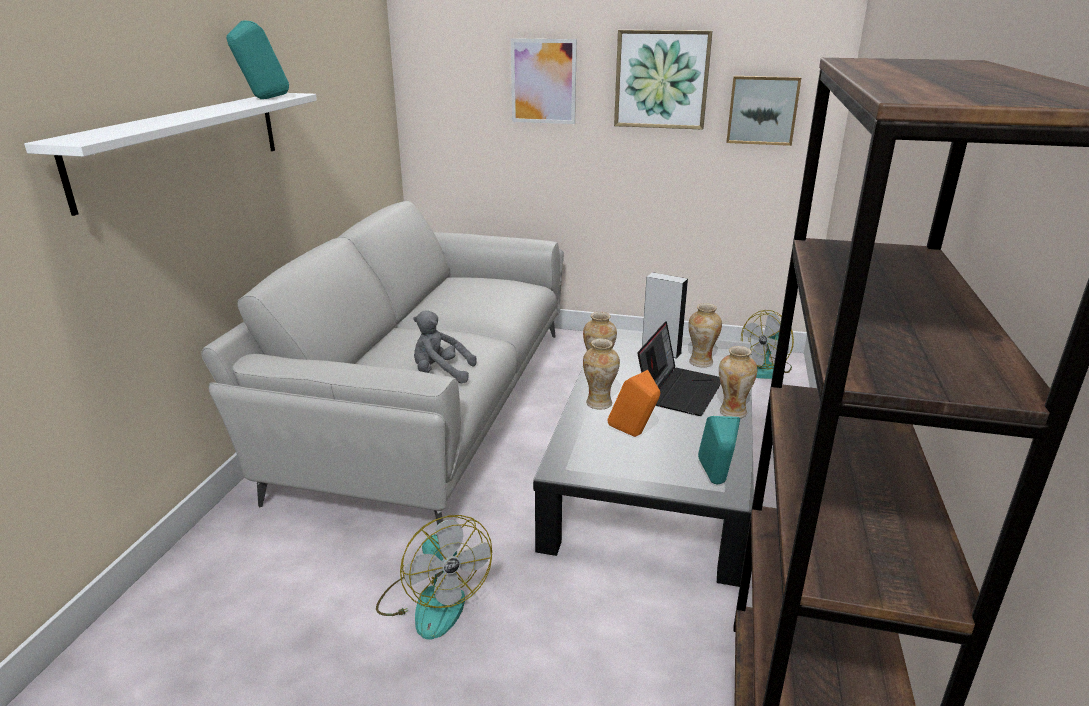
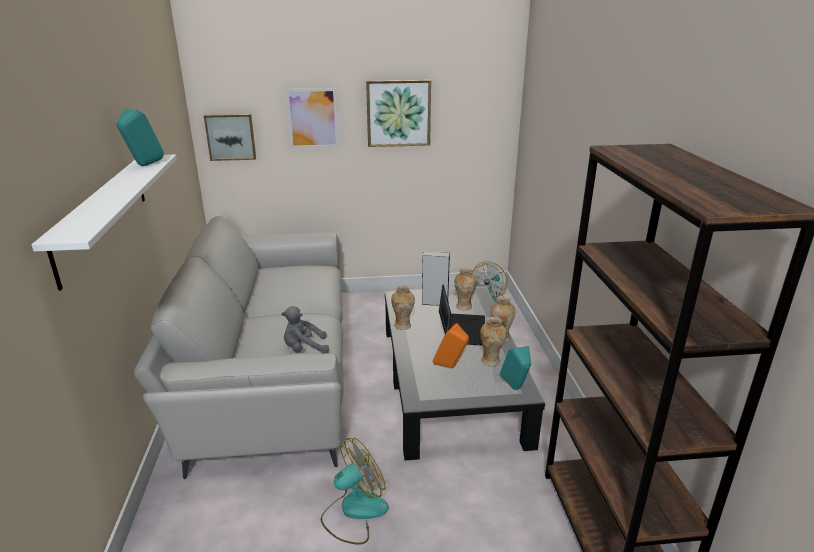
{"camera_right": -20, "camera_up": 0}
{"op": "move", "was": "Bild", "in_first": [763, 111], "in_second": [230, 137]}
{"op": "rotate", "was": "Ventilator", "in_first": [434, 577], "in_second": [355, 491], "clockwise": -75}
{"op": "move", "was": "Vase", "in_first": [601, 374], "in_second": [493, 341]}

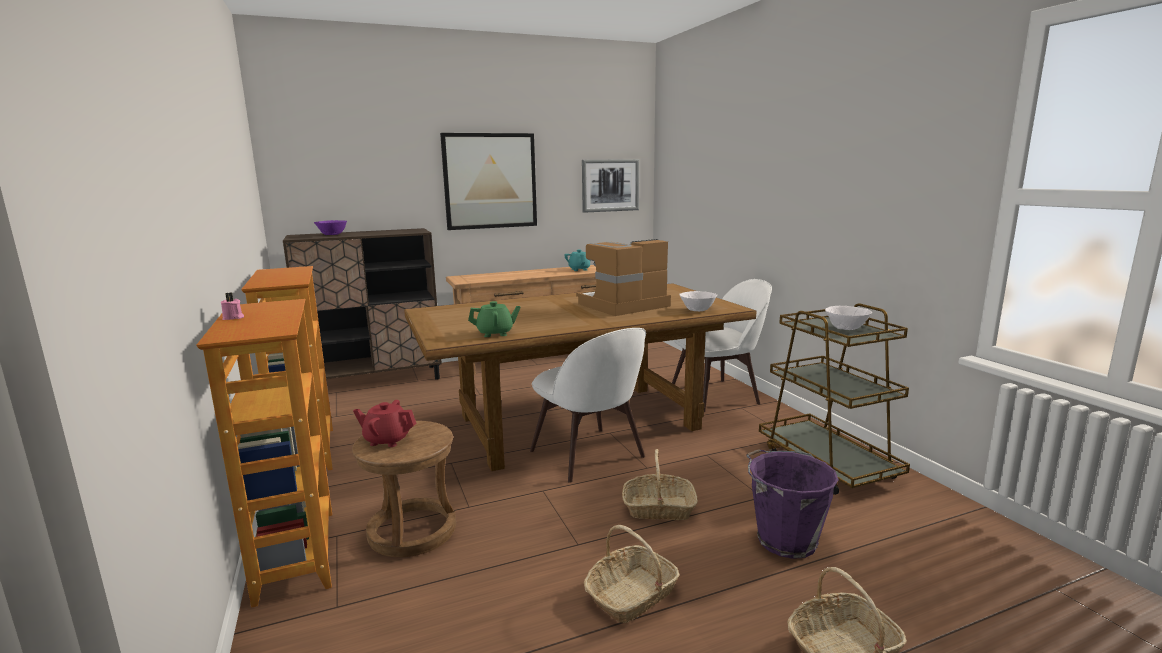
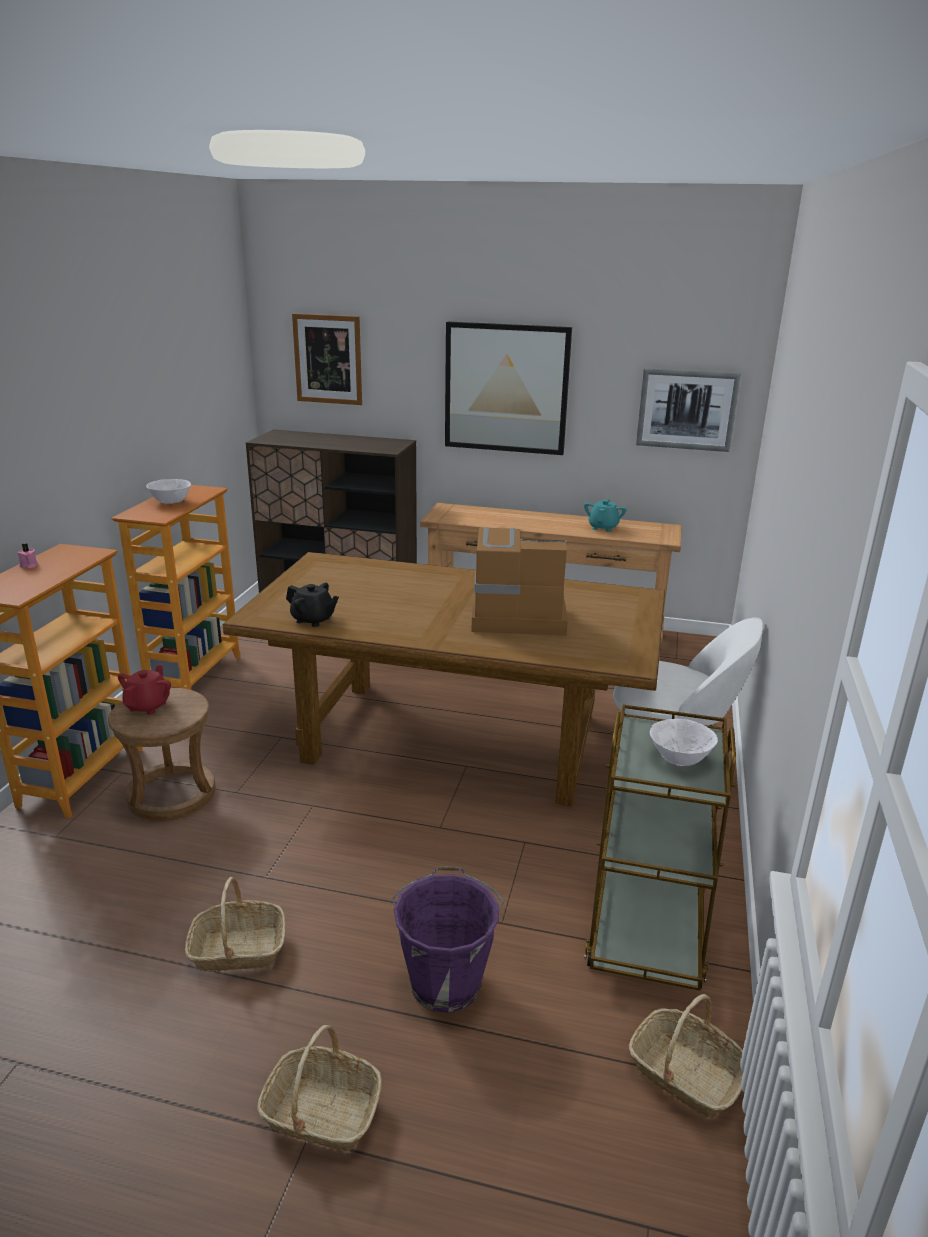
{"camera_right": 35, "camera_up": 10}
{"op": "rotate", "was": "Teekanne [rot]", "in_first": [385, 423], "in_second": [144, 689], "clockwise": 60}
{"op": "move", "was": "Schüssel [weiß]", "in_first": [698, 301], "in_second": [168, 491]}
{"op": "recolor", "was": "Teekanne [grün]", "now": "Teekanne [schwarz]", "in_first": [494, 319], "in_second": [312, 604]}
{"op": "insert", "now": "Bild", "in_second": [327, 359]}
{"op": "move", "was": "Korb", "in_first": [660, 484], "in_second": [686, 1056]}
{"op": "delete", "was": "Schüssel [lila]", "in_first": [330, 227]}
{"op": "delete", "was": "Stuhl [weiß]", "in_first": [588, 405]}

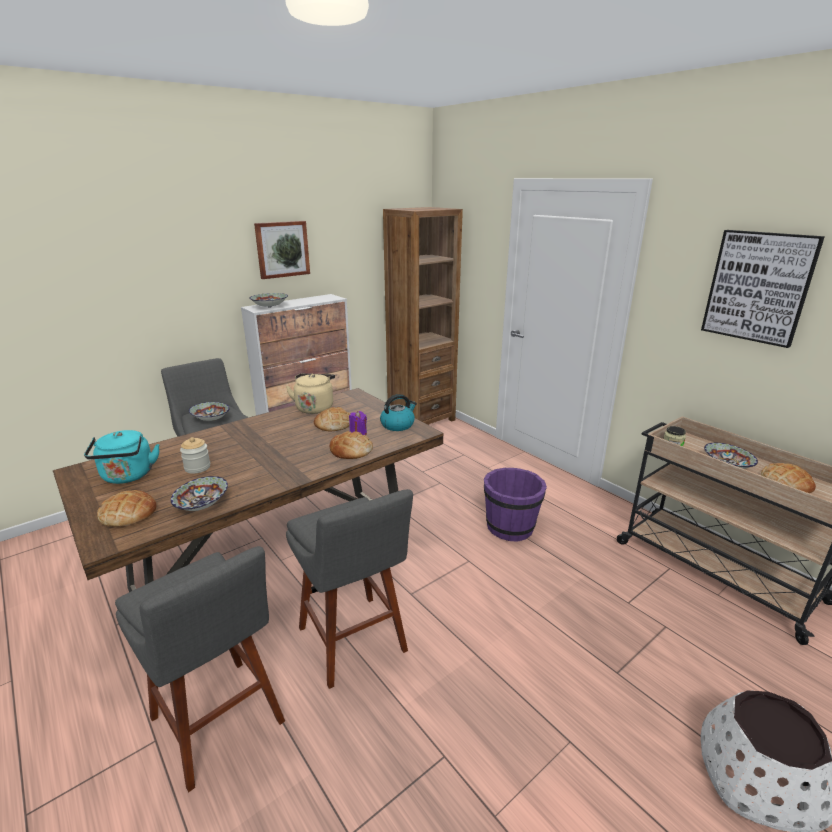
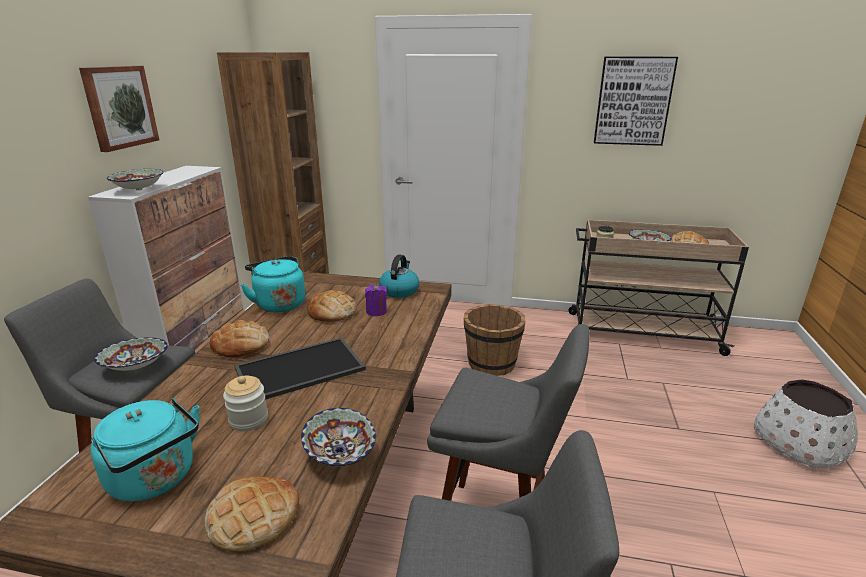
{"camera_right": -40, "camera_up": 0}
{"op": "move", "was": "Brot", "in_first": [351, 445], "in_second": [239, 338]}
{"op": "insert", "now": "Tablett", "in_second": [300, 368]}
{"op": "recolor", "was": "Wasserkessel [beige]", "now": "Wasserkessel [türkis]", "in_first": [310, 393], "in_second": [273, 284]}
{"op": "recolor", "was": "Eimer [lila]", "now": "Eimer [braun]", "in_first": [515, 505], "in_second": [495, 340]}

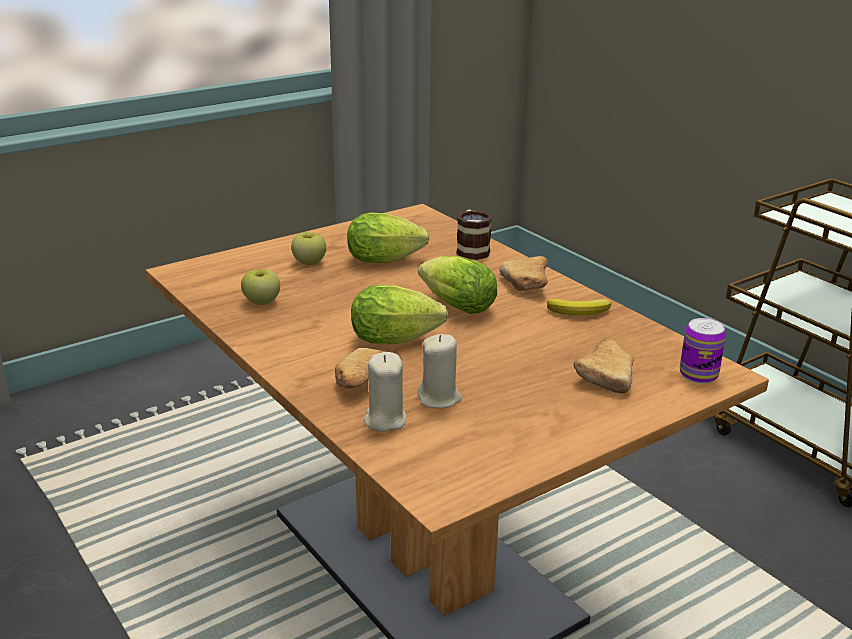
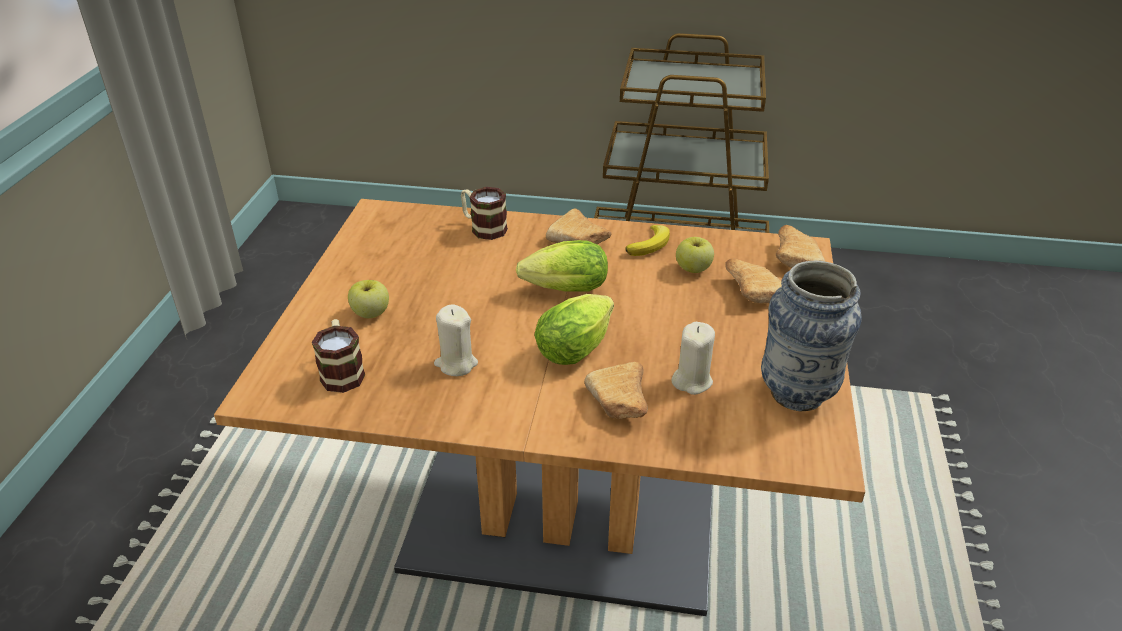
{"camera_right": -45, "camera_up": 10}
{"op": "insert", "now": "Henkelbecher", "in_second": [338, 356]}
{"op": "move", "was": "Kerze [beige]", "in_first": [385, 392], "in_second": [456, 340]}
{"op": "move", "was": "Apfel", "in_first": [260, 287], "in_second": [695, 255]}
{"op": "insert", "now": "Vase", "in_second": [811, 336]}
{"op": "replace", "was": "Dose", "now": "Brot", "in_first": [703, 351], "in_second": [800, 246]}
{"op": "delete", "was": "Salatkopf", "in_first": [388, 238]}

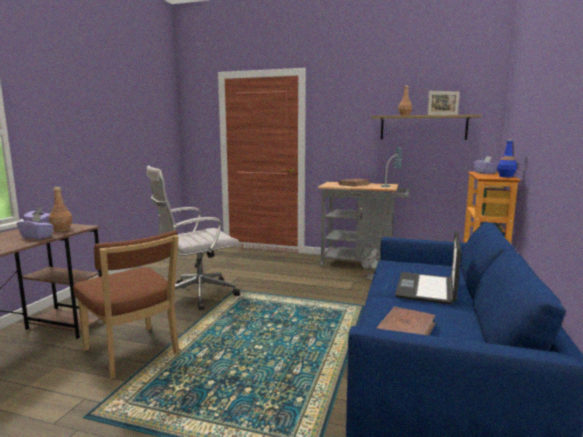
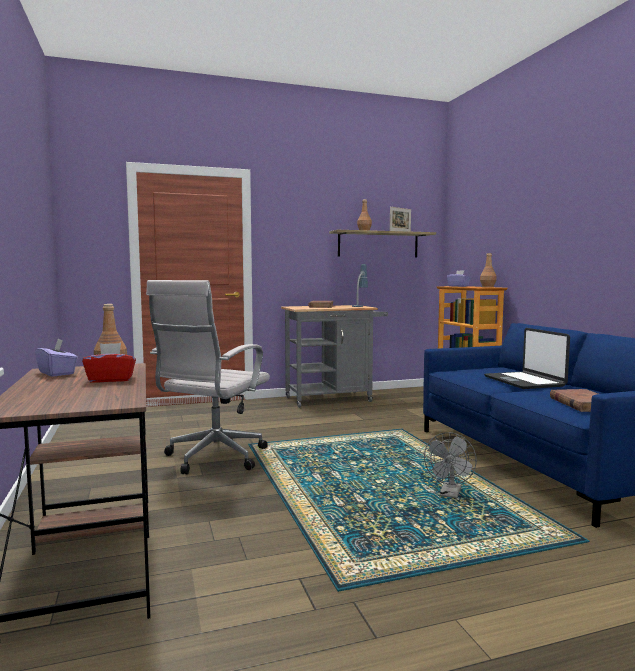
{"camera_right": -35, "camera_up": -5}
{"op": "recolor", "was": "Taschentuchbox [lila]", "now": "Taschentuchbox [rot]", "in_first": [35, 227], "in_second": [109, 363]}
{"op": "move", "was": "Ventilator [grau]", "in_first": [370, 263], "in_second": [450, 465]}
{"op": "recolor", "was": "Flasche [blau]", "now": "Flasche [braun]", "in_first": [507, 158], "in_second": [488, 270]}
{"op": "delete", "was": "Stuhl [braun]", "in_first": [126, 304]}

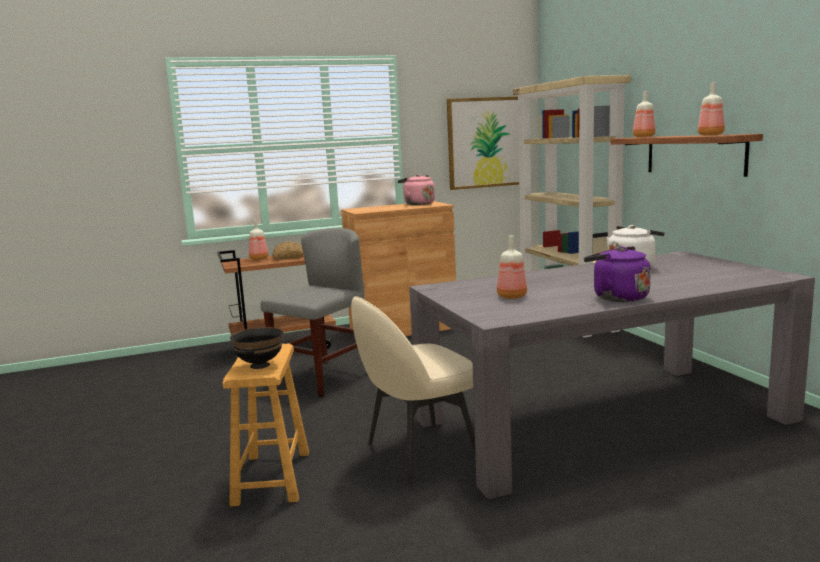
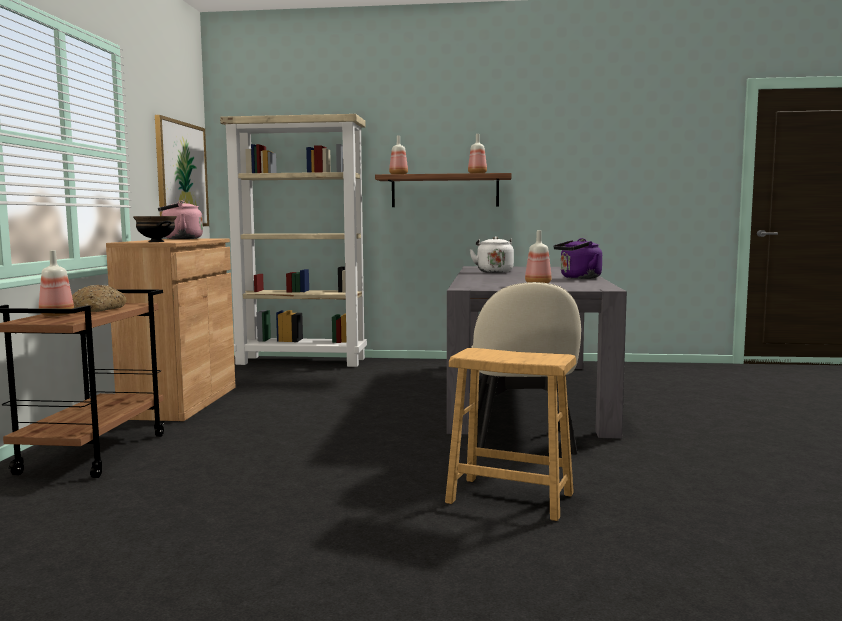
{"camera_right": -65, "camera_up": -5}
{"op": "move", "was": "Schüssel [schwarz]", "in_first": [256, 348], "in_second": [155, 229]}
{"op": "delete", "was": "Stuhl [grau]", "in_first": [312, 313]}

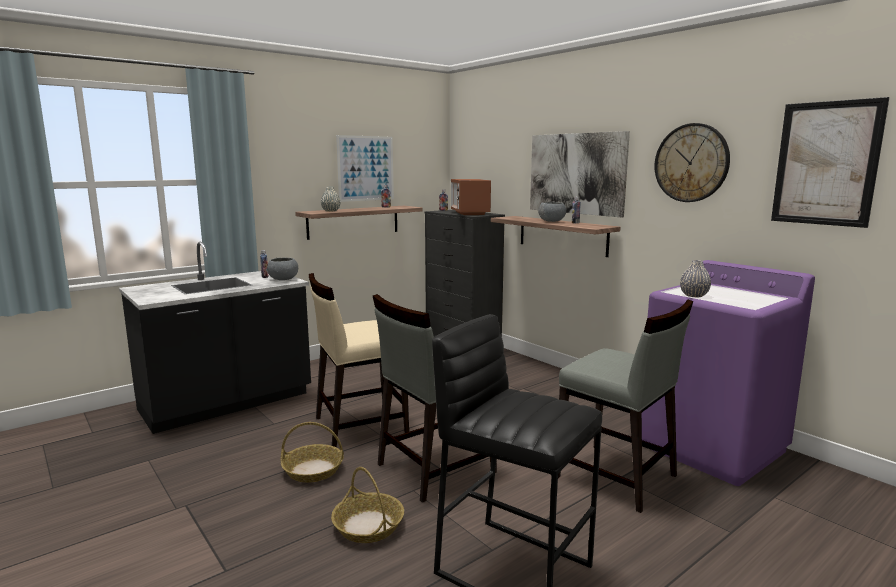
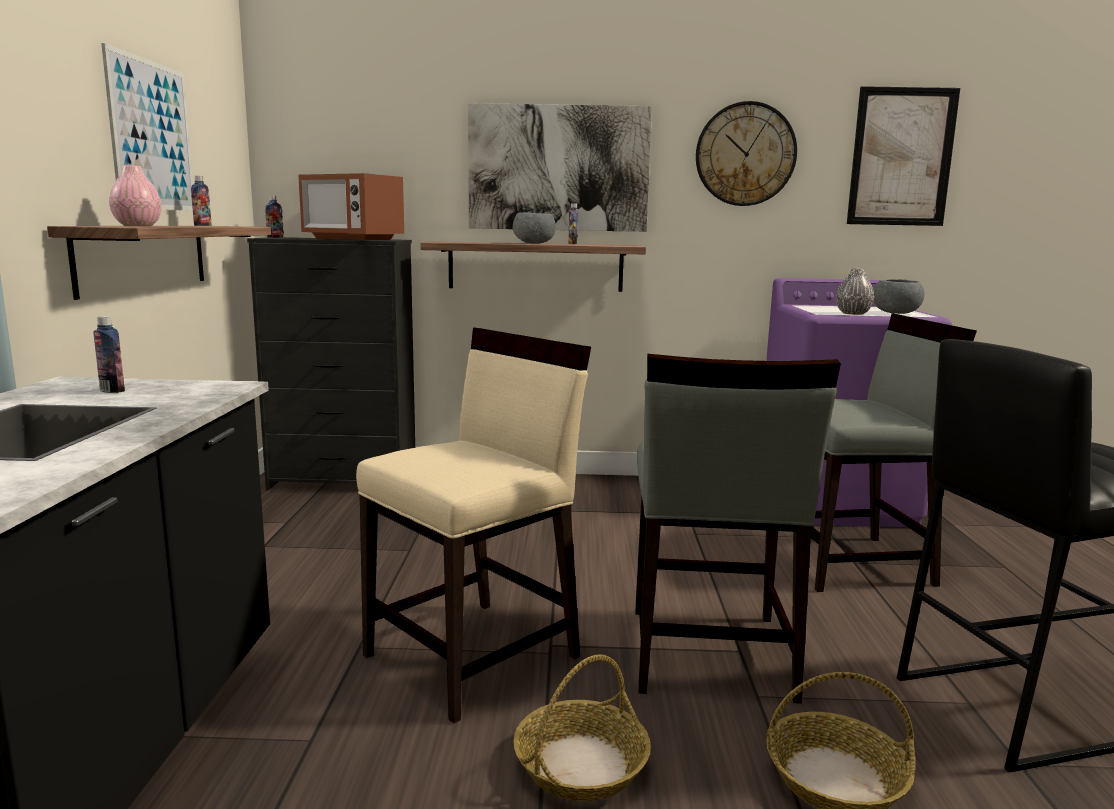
{"camera_right": -50, "camera_up": 0}
{"op": "recolor", "was": "Vase [grau]", "now": "Vase [rosa]", "in_first": [330, 199], "in_second": [135, 195]}
{"op": "rotate", "was": "Stuhl [beige]", "in_first": [359, 360], "in_second": [473, 526], "clockwise": -150}
{"op": "move", "was": "Schüssel [grau]", "in_first": [282, 269], "in_second": [898, 296]}

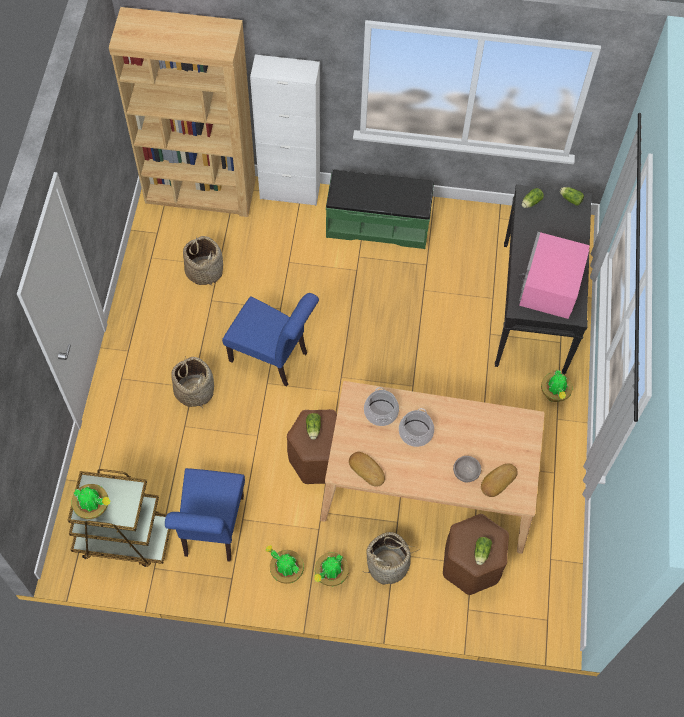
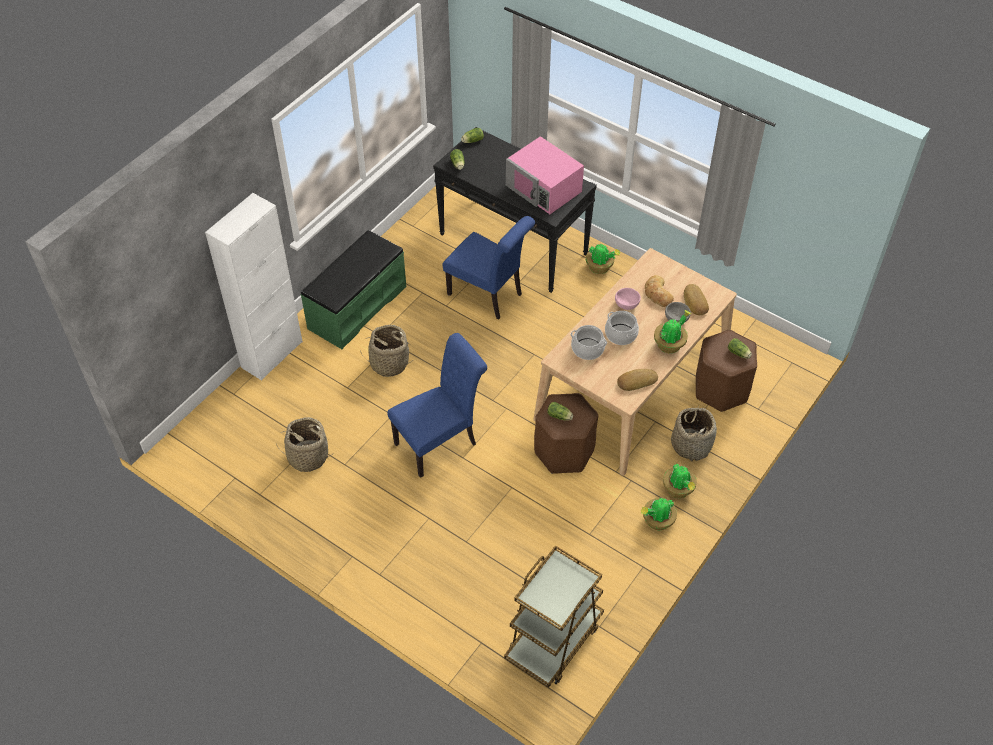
{"camera_right": -60, "camera_up": -10}
{"op": "move", "was": "Korb", "in_first": [192, 382], "in_second": [387, 351]}
{"op": "move", "was": "Stuhl [blau]", "in_first": [205, 515], "in_second": [489, 268]}
{"op": "insert", "now": "Schüssel [rosa]", "in_second": [628, 299]}
{"op": "insert", "now": "Brot", "in_second": [659, 291]}
{"op": "move", "was": "Topfpflanze", "in_first": [91, 501], "in_second": [672, 331]}
{"op": "delete", "was": "Bücherregal [braun]", "in_first": [182, 112]}

